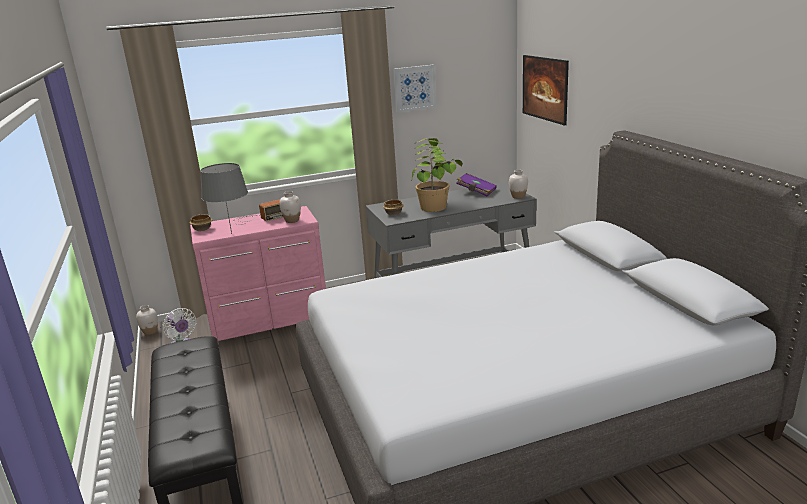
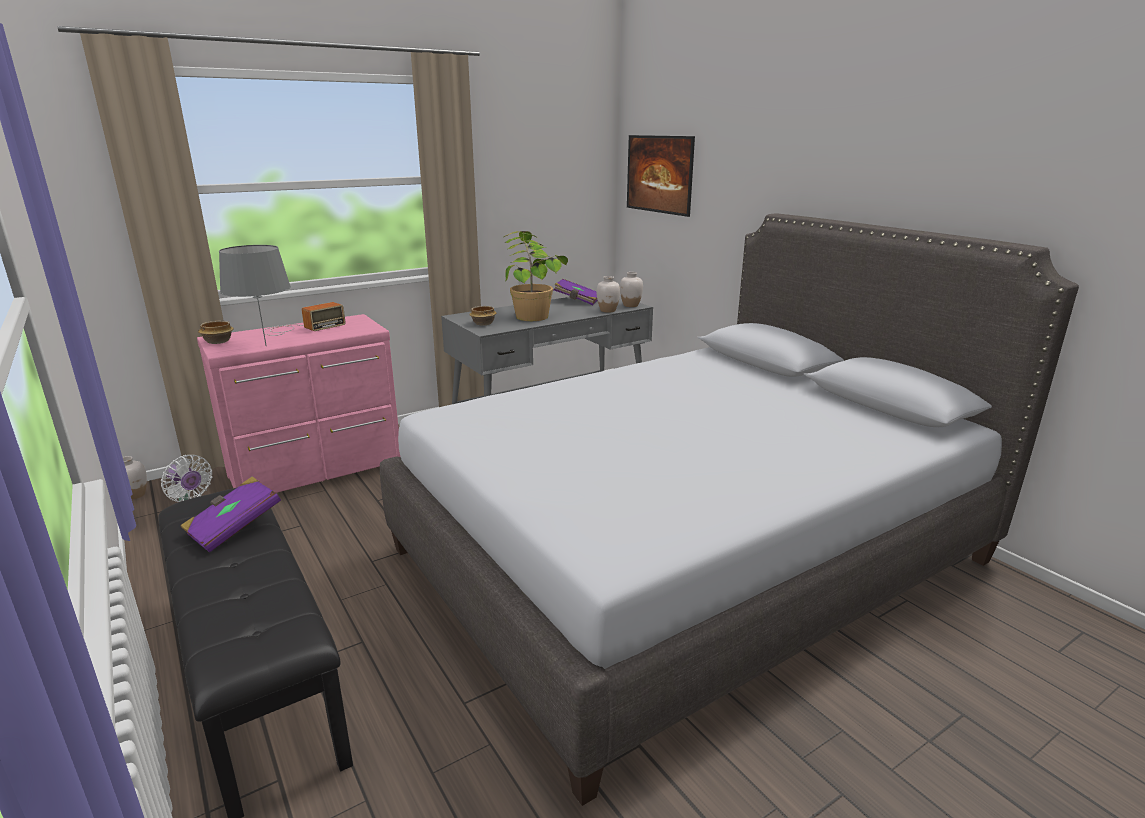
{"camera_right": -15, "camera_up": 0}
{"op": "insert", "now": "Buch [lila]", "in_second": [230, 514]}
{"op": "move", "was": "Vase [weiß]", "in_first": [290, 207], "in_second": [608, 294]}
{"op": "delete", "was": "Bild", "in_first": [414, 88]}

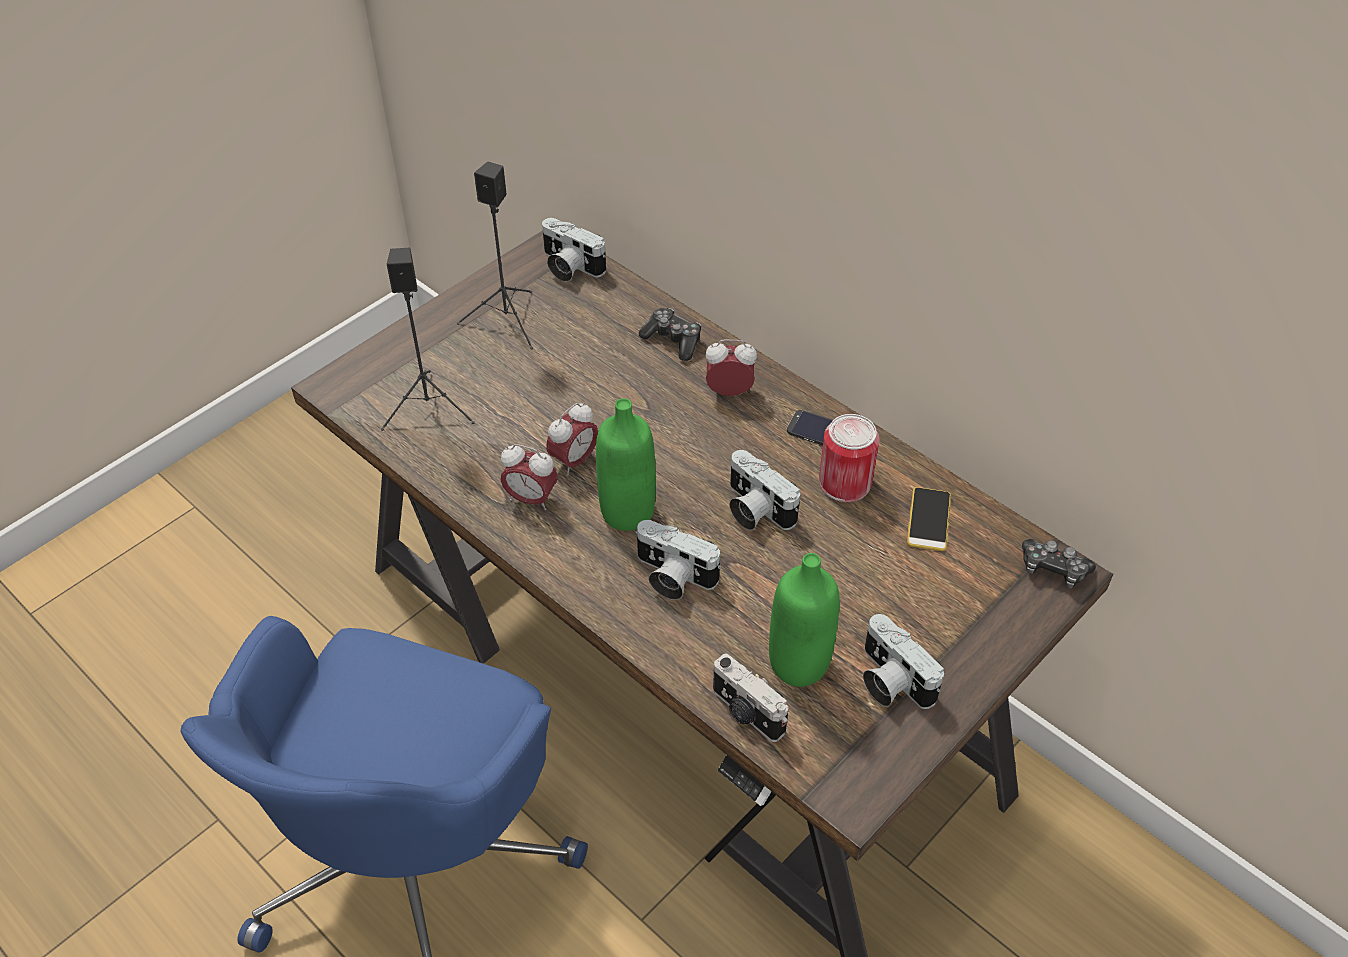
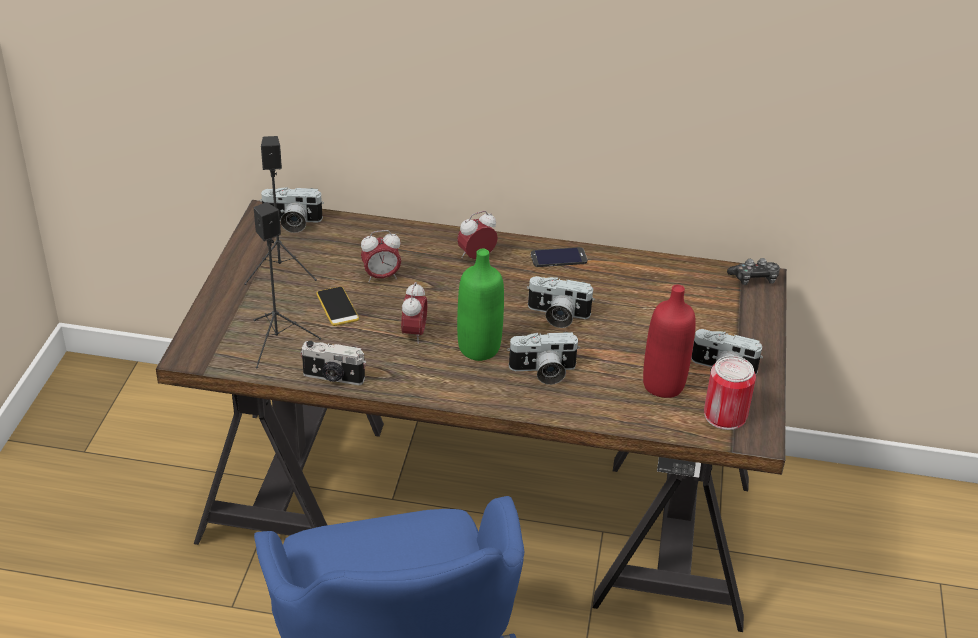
{"camera_right": -35, "camera_up": -10}
{"op": "move", "was": "Kamera", "in_first": [751, 697], "in_second": [333, 363]}
{"op": "move", "was": "Handy", "in_first": [929, 519], "in_second": [337, 306]}
{"op": "move", "was": "Wecker", "in_first": [529, 477], "in_second": [381, 256]}
{"op": "recolor", "was": "Flasche [grün]", "now": "Flasche [rot]", "in_first": [804, 620], "in_second": [669, 341]}
{"op": "move", "was": "Dose", "in_first": [849, 458], "in_second": [730, 393]}
{"op": "delete", "was": "Gamepad", "in_first": [670, 334]}

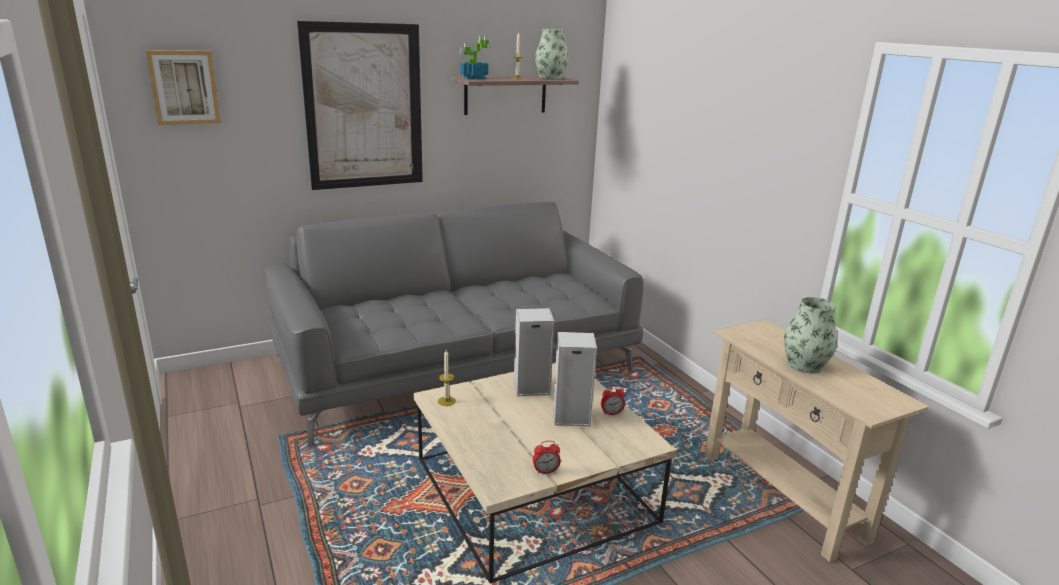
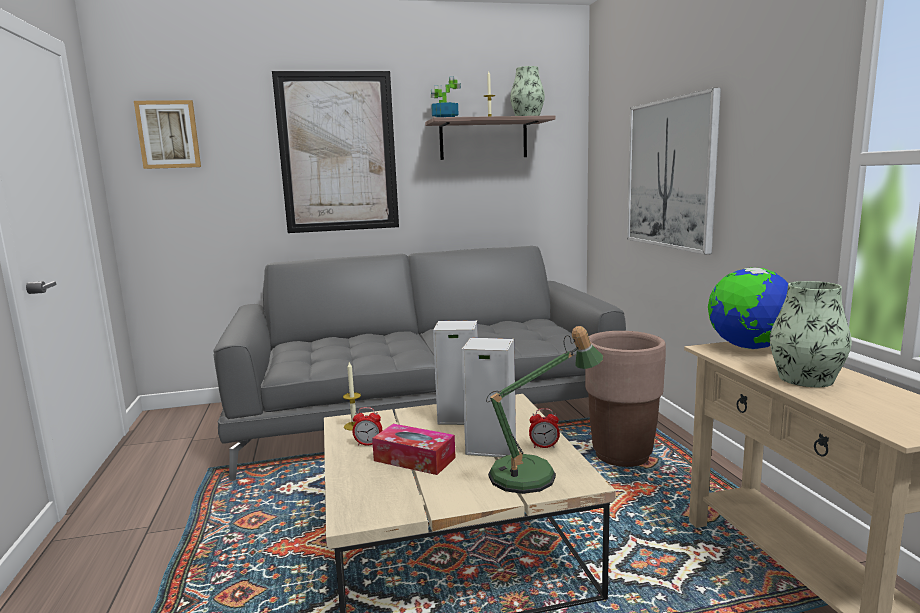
{"camera_right": 15, "camera_up": -10}
{"op": "move", "was": "Wecker", "in_first": [547, 457], "in_second": [367, 426]}
{"op": "insert", "now": "Taschentuchbox", "in_second": [414, 449]}
{"op": "insert", "now": "Tischlampe", "in_second": [544, 410]}
{"op": "insert", "now": "Pflanzkübel [braun]", "in_second": [625, 399]}
{"op": "insert", "now": "Bild", "in_second": [674, 171]}
{"op": "insert", "now": "Globus", "in_second": [748, 308]}

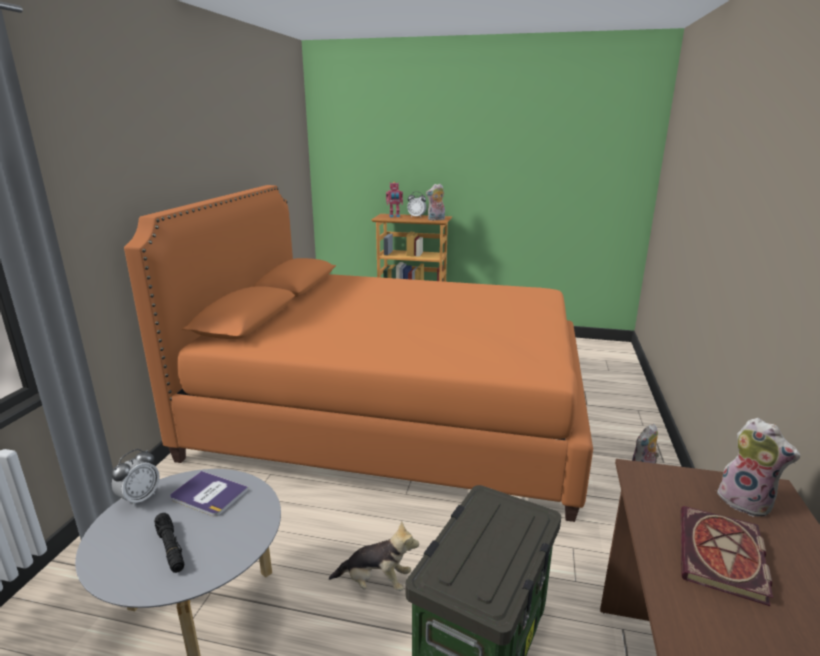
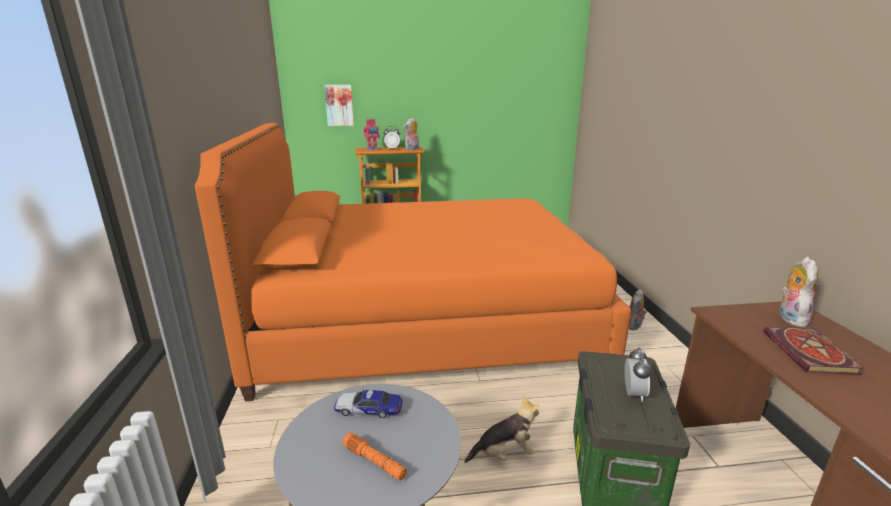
{"camera_right": -20, "camera_up": 0}
{"op": "insert", "now": "Bild", "in_second": [339, 105]}
{"op": "replace", "was": "Buch", "now": "Spielzeugauto", "in_first": [209, 494], "in_second": [368, 403]}
{"op": "recolor", "was": "Taschenlampe [schwarz]", "now": "Taschenlampe [orange]", "in_first": [169, 543], "in_second": [375, 456]}
{"op": "move", "was": "Wecker", "in_first": [136, 478], "in_second": [638, 374]}
{"op": "rotate", "was": "Plüschtier", "in_first": [757, 467], "in_second": [799, 292], "clockwise": -105}

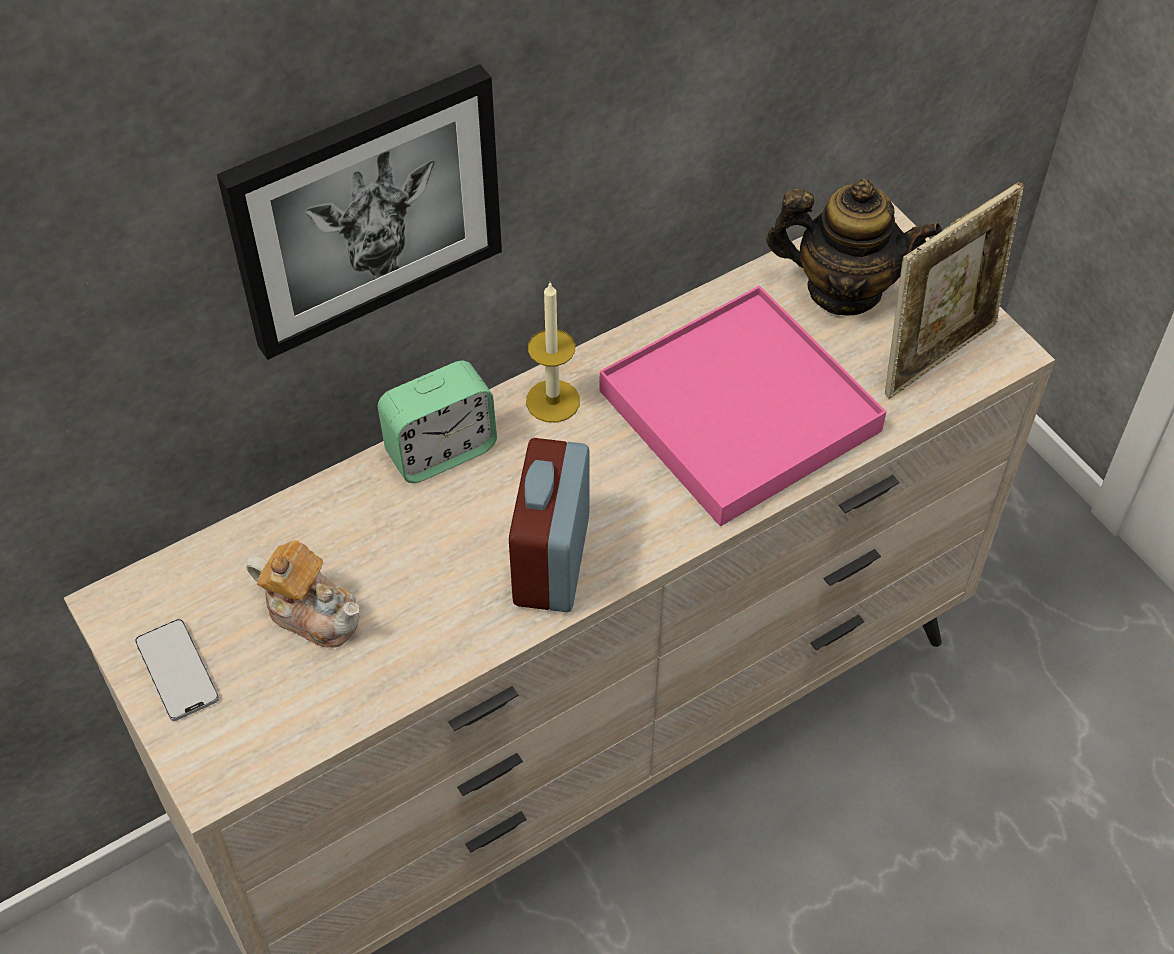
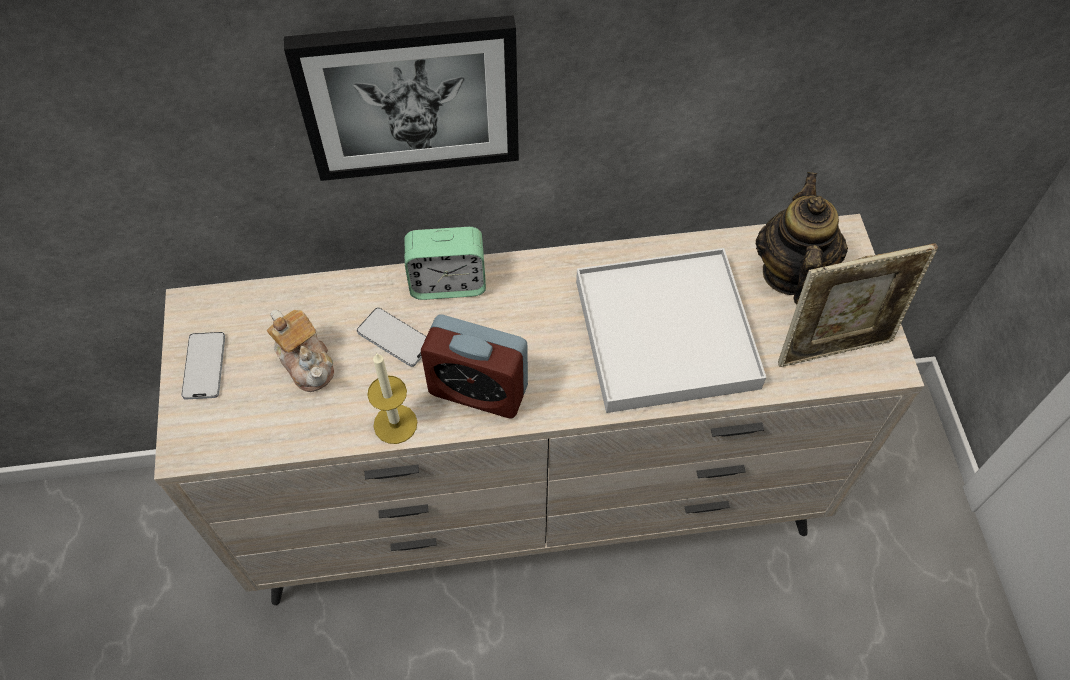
{"camera_right": 25, "camera_up": 5}
{"op": "insert", "now": "Handy", "in_second": [392, 337]}
{"op": "move", "was": "Kerze", "in_first": [553, 353], "in_second": [392, 398]}
{"op": "rotate", "was": "Wecker", "in_first": [549, 525], "in_second": [474, 367], "clockwise": -105}
{"op": "recolor", "was": "Tablett [rosa]", "now": "Tablett [weiß]", "in_first": [743, 405], "in_second": [671, 330]}
{"op": "rotate", "was": "Teekanne", "in_first": [854, 247], "in_second": [802, 238], "clockwise": -120}

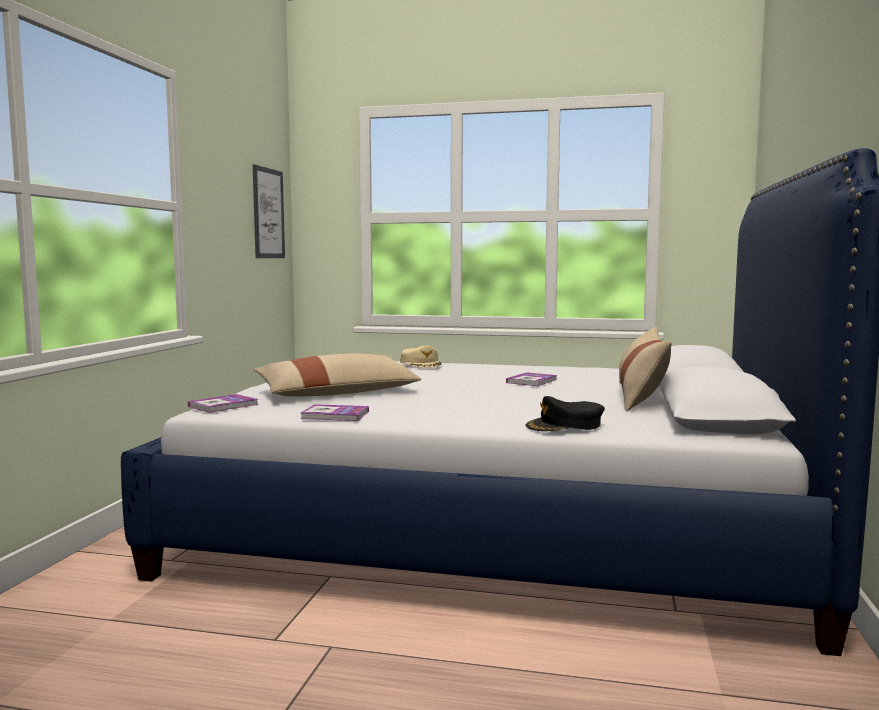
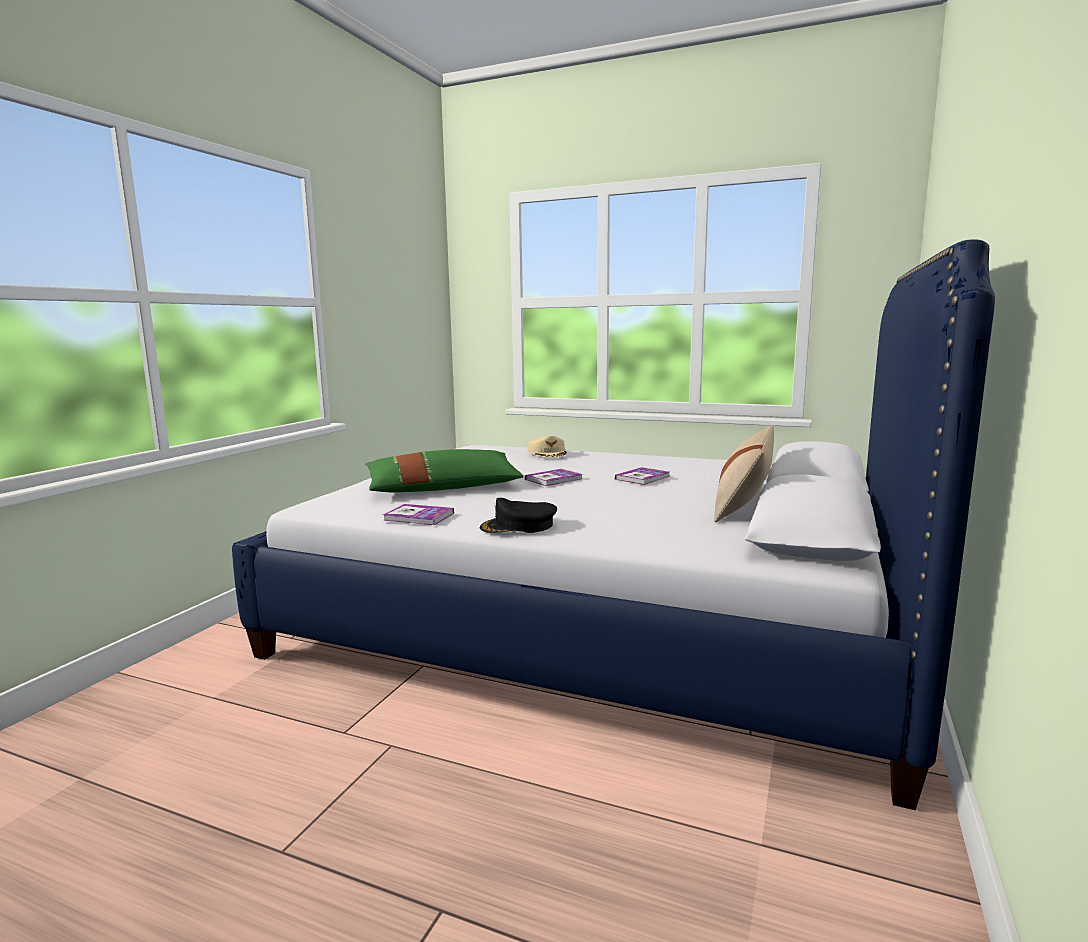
{"camera_right": 10, "camera_up": 5}
{"op": "recolor", "was": "Kissen [beige]", "now": "Kissen [grün]", "in_first": [338, 375], "in_second": [444, 470]}
{"op": "move", "was": "Kappe [schwarz]", "in_first": [565, 413], "in_second": [518, 515]}
{"op": "move", "was": "Buch", "in_first": [223, 403], "in_second": [554, 477]}
{"op": "delete", "was": "Bild", "in_first": [269, 211]}

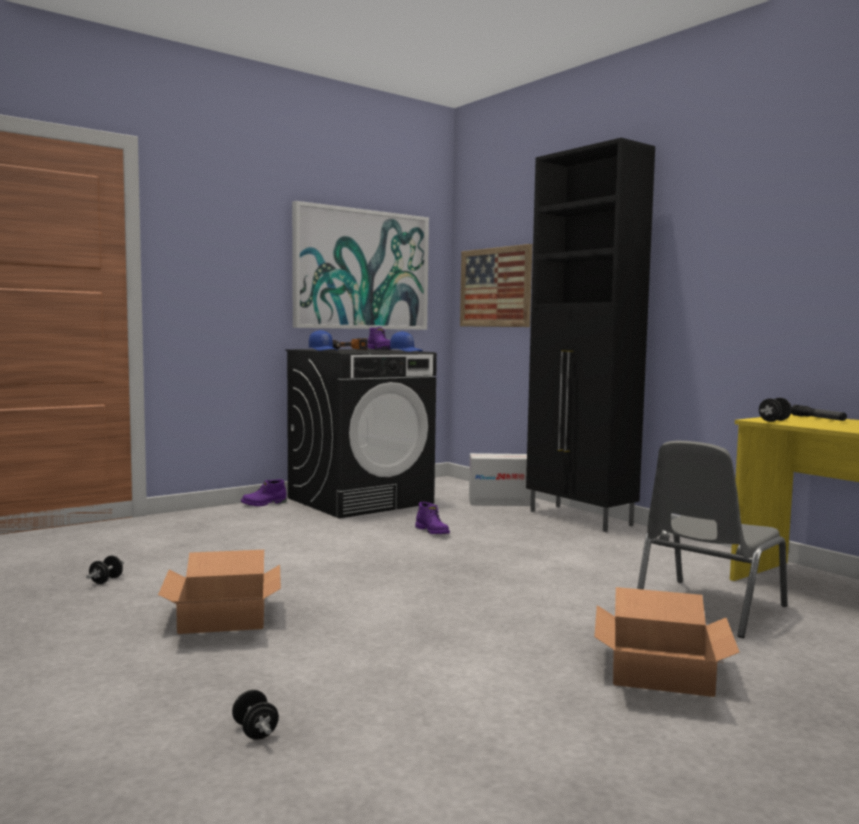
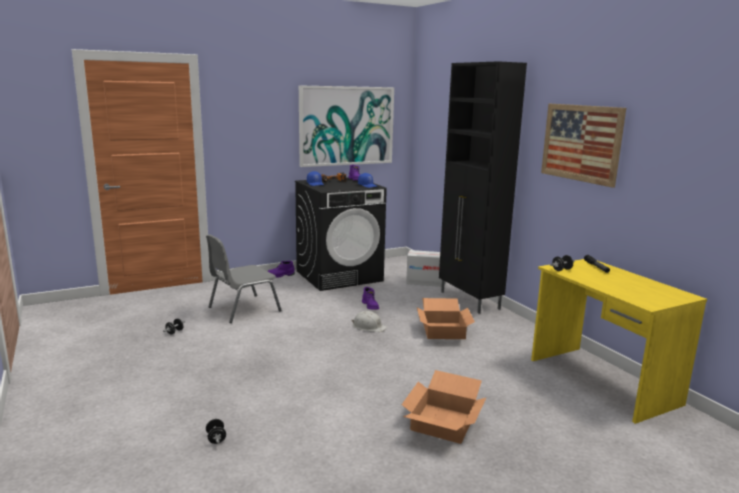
{"camera_right": 10, "camera_up": 10}
{"op": "move", "was": "Stuhl [grau]", "in_first": [712, 539], "in_second": [243, 278]}
{"op": "insert", "now": "Schutzhelm [weiß]", "in_second": [369, 321]}
{"op": "move", "was": "Karton", "in_first": [219, 592], "in_second": [446, 318]}
{"op": "move", "was": "Bild", "in_first": [496, 285], "in_second": [583, 146]}

